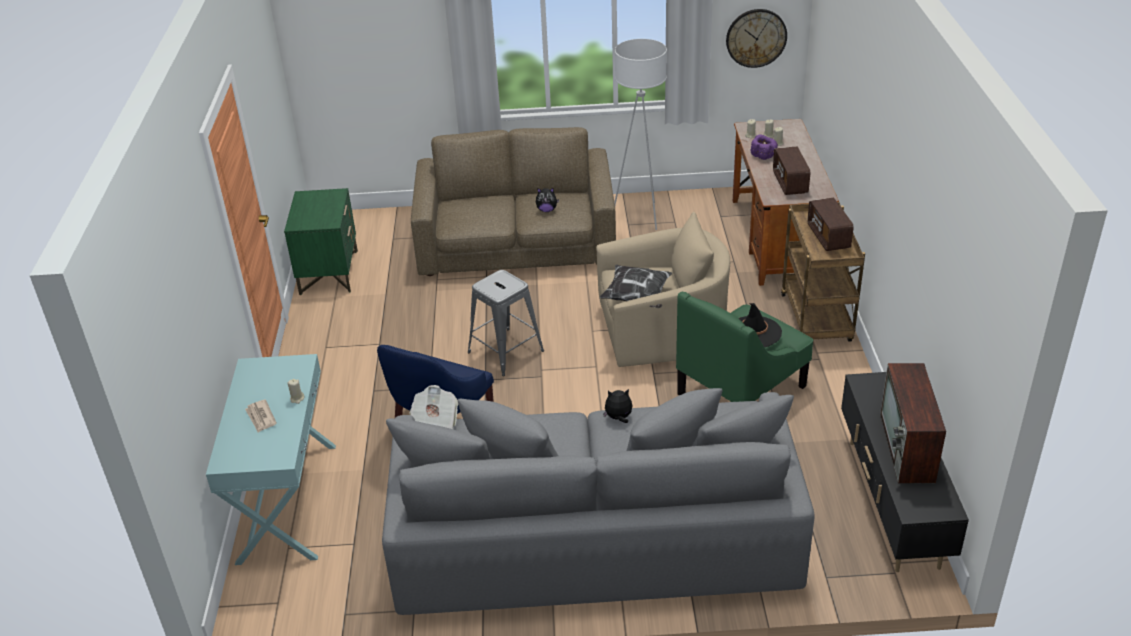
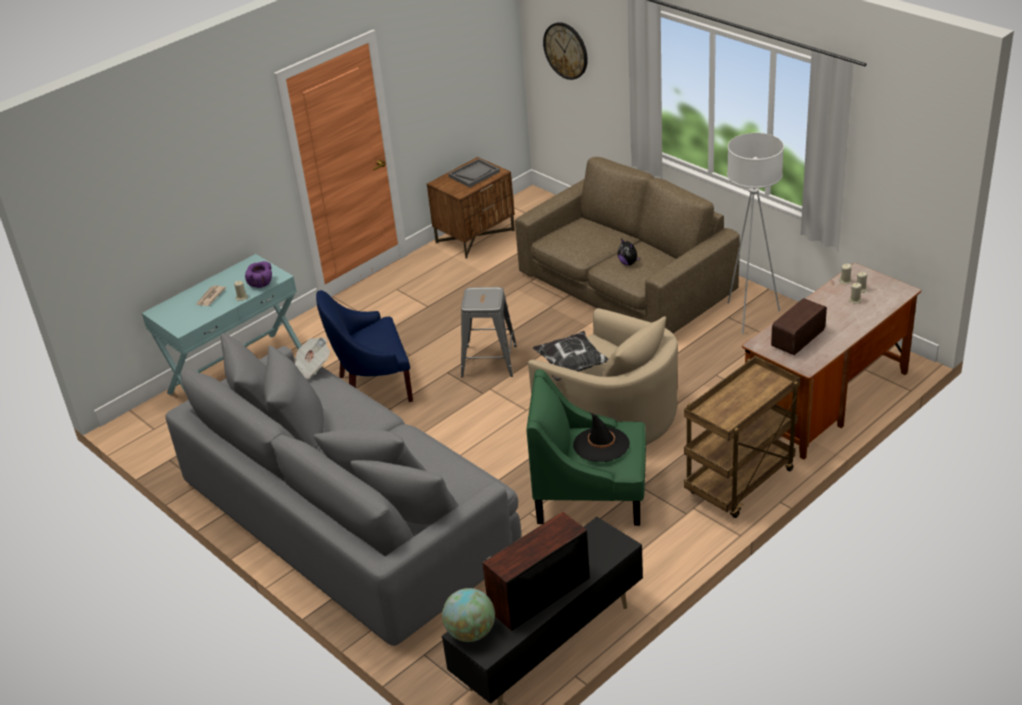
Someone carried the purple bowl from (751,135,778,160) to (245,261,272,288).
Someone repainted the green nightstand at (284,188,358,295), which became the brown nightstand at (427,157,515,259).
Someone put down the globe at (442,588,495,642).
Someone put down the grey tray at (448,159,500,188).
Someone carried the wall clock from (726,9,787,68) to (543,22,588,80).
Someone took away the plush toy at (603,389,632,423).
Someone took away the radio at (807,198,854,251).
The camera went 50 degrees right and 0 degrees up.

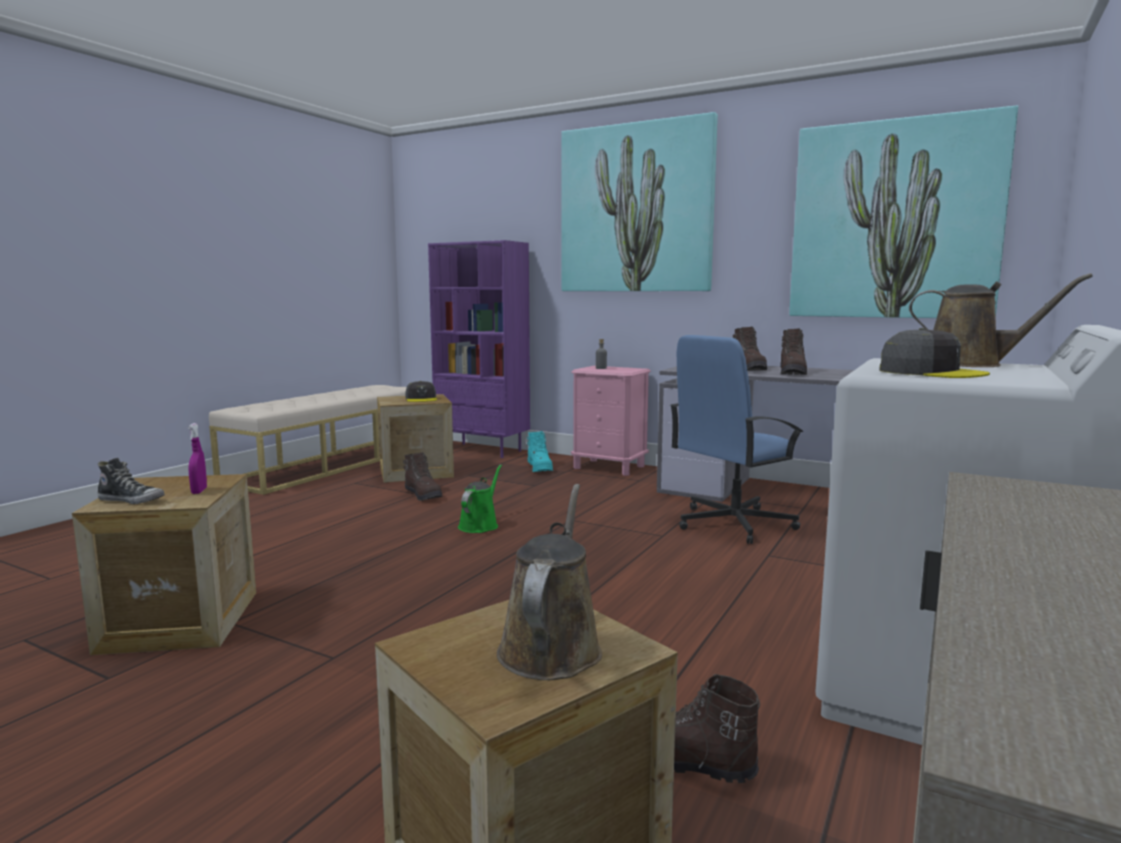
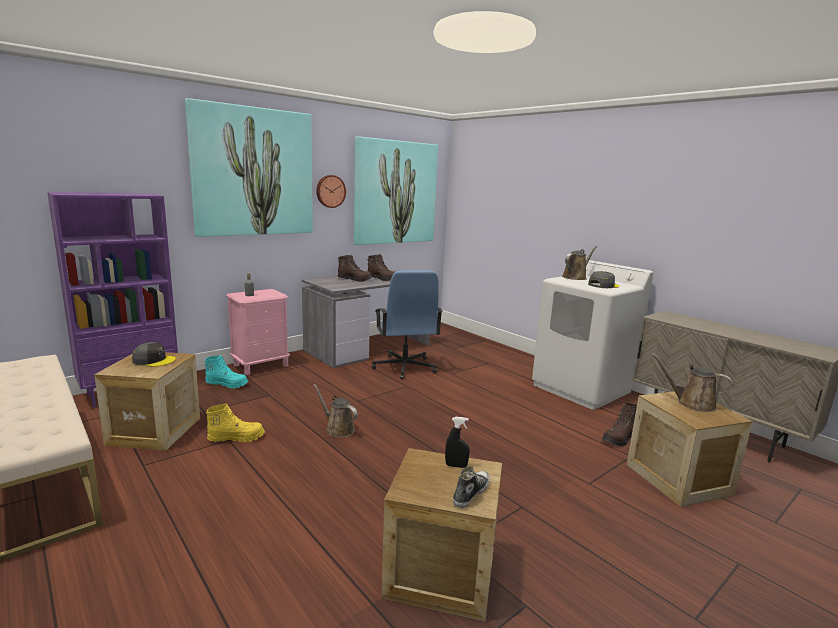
Someone repainted the brown boot at (403,452,443,501), which became the yellow boot at (206,403,265,442).
Someone repainted the green watering can at (458,464,502,533), which became the brown watering can at (313,384,358,438).
Someone put up the wall clock at (316,175,346,208).
Someone repainted the purple spray bottle at (188,423,207,494), which became the black spray bottle at (445,417,469,468).
The camera went 70 degrees left and 5 degrees up.

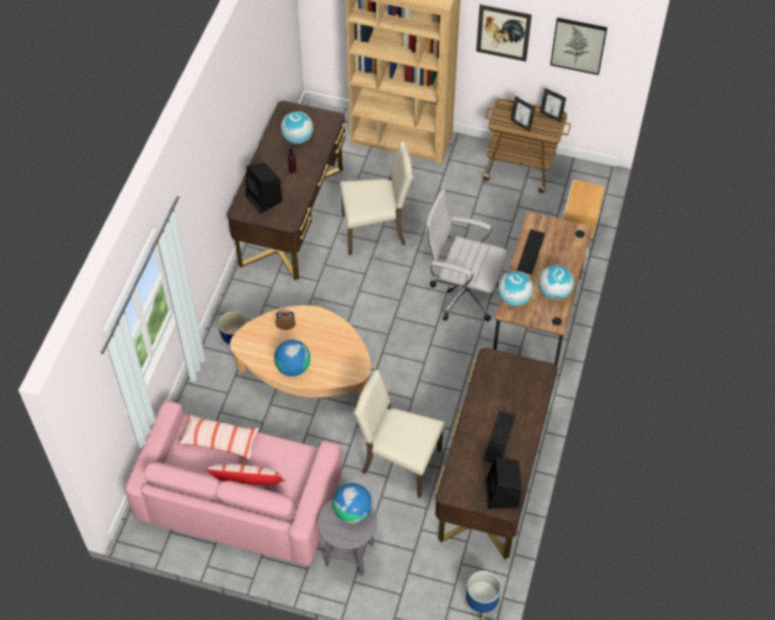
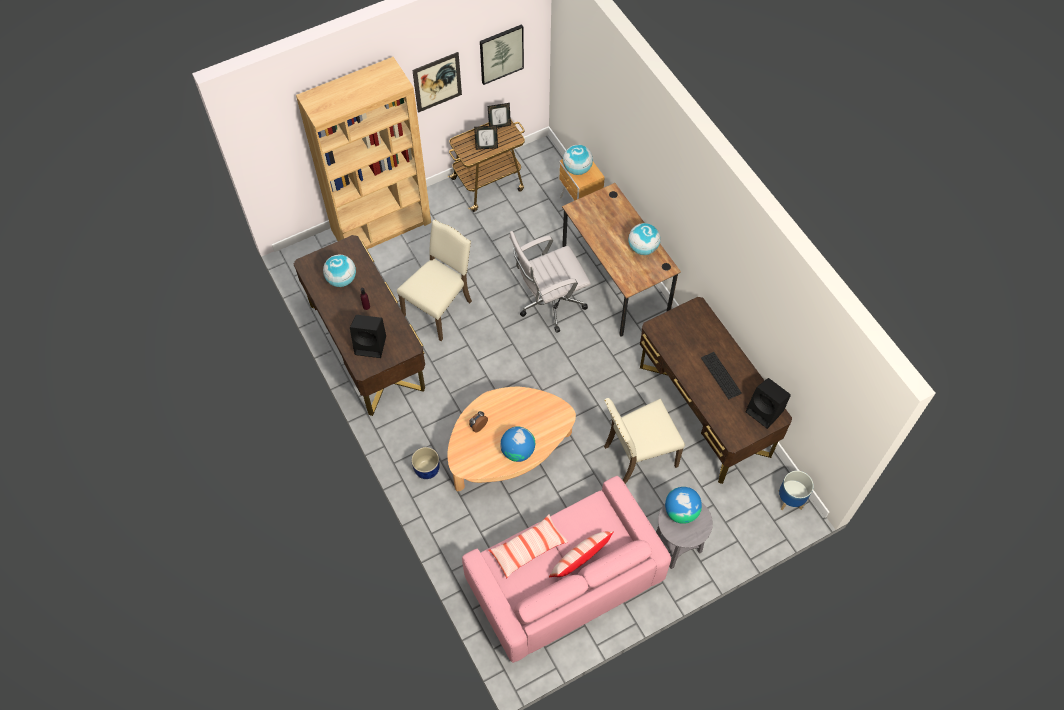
Someone carried the globe from (498,271,534,306) to (563,145,593,175).
Someone took away the keyboard at (517,229,545,275).
The camera went 45 degrees left and 5 degrees up.

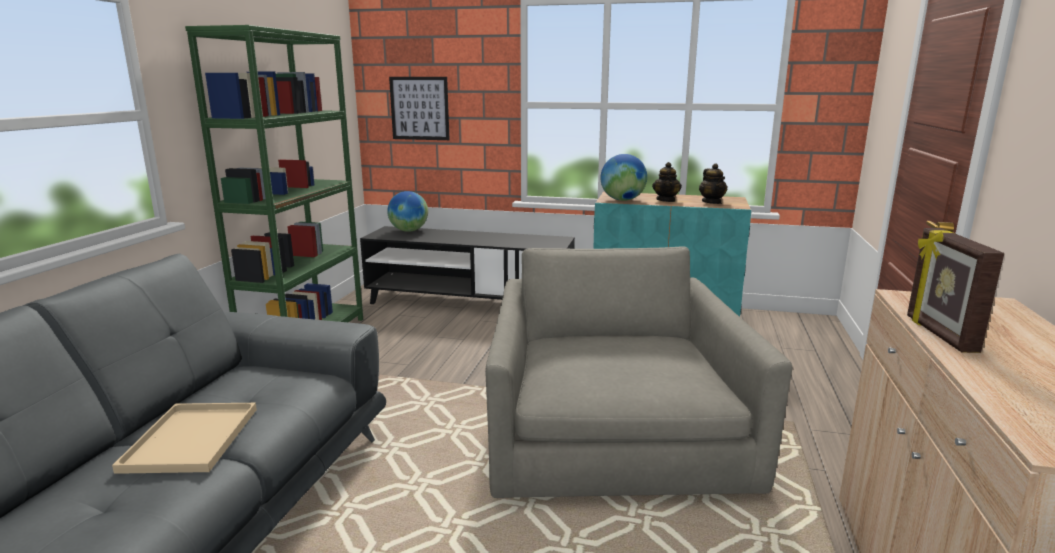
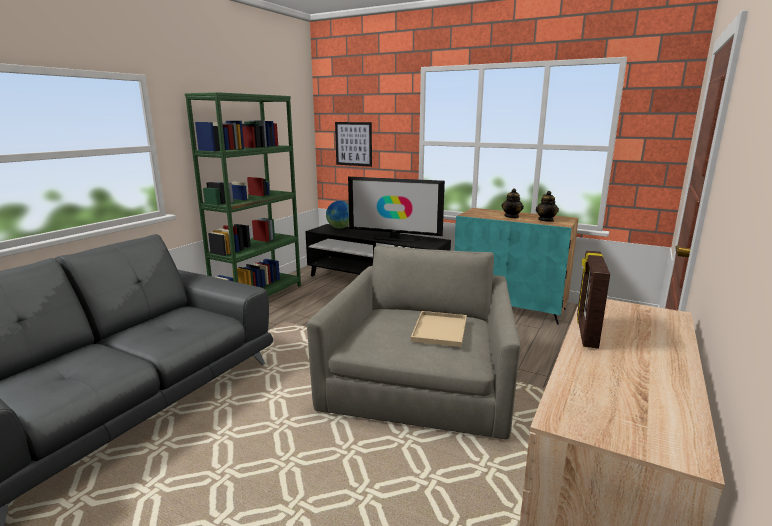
Someone put down the television at (348,177,445,242).
Someone carried the beige tray from (112,403,257,474) to (411,311,467,347).
Someone took away the globe at (600,154,647,201).
The camera went 15 degrees right and 0 degrees up.

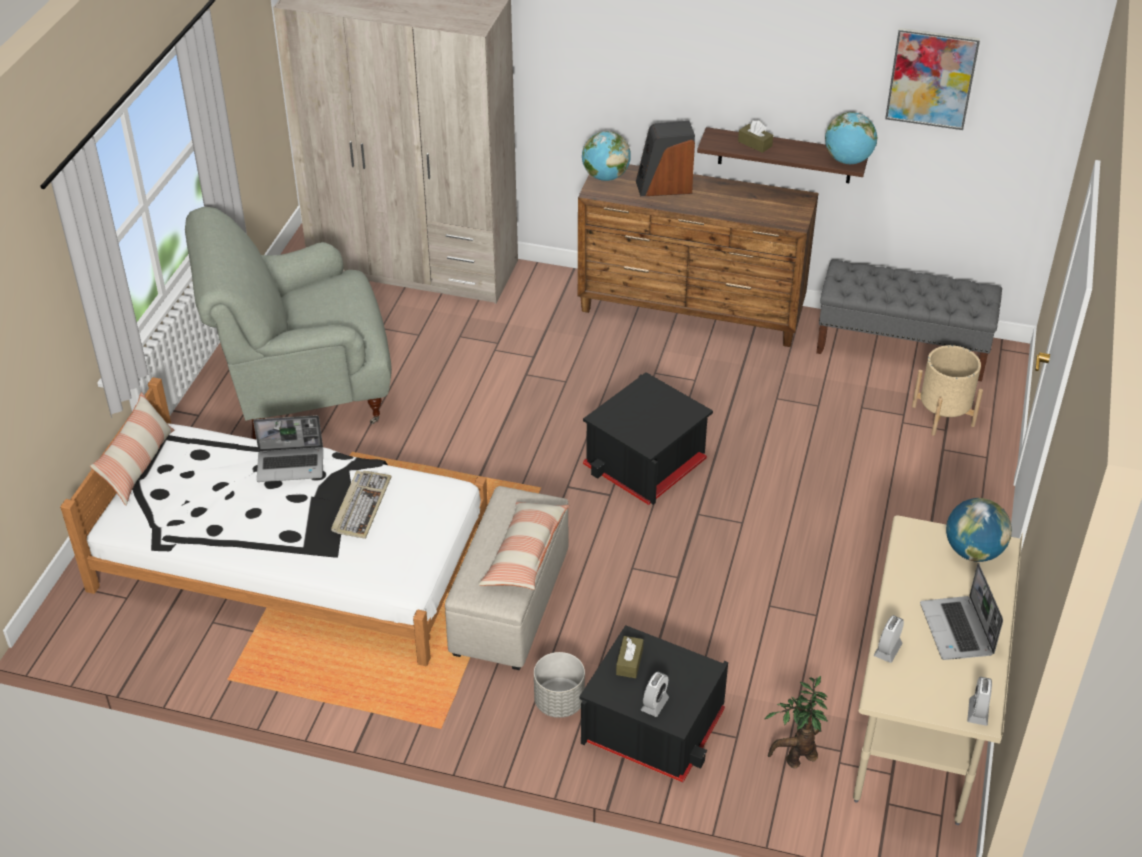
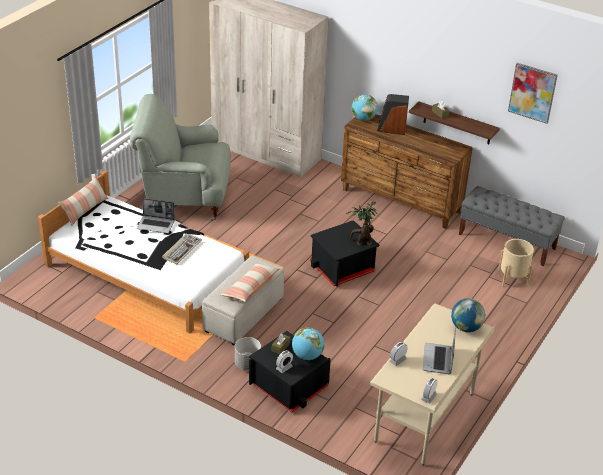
Someone carried the globe from (825,112,877,164) to (292,328,324,360).
Someone carried the potted plant from (764,676,828,768) to (346,201,377,245).
The camera went 15 degrees right and 5 degrees down.

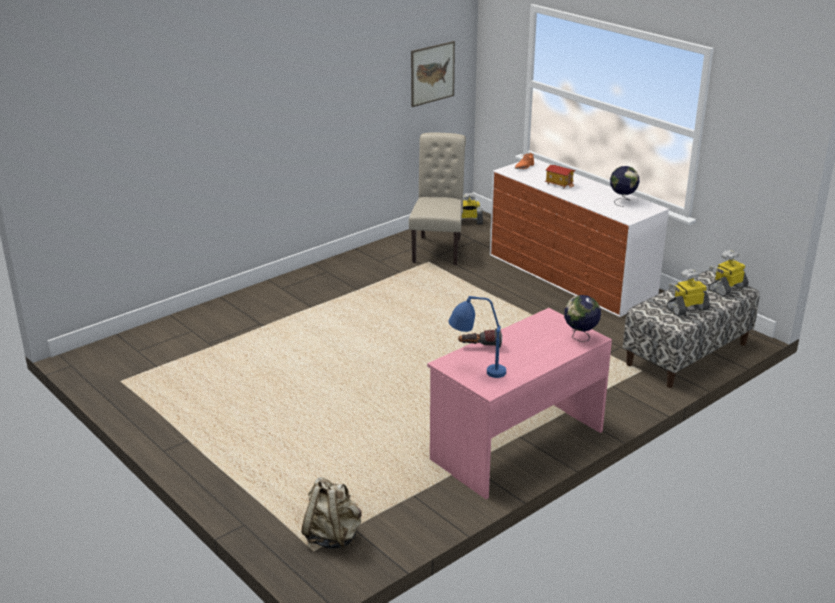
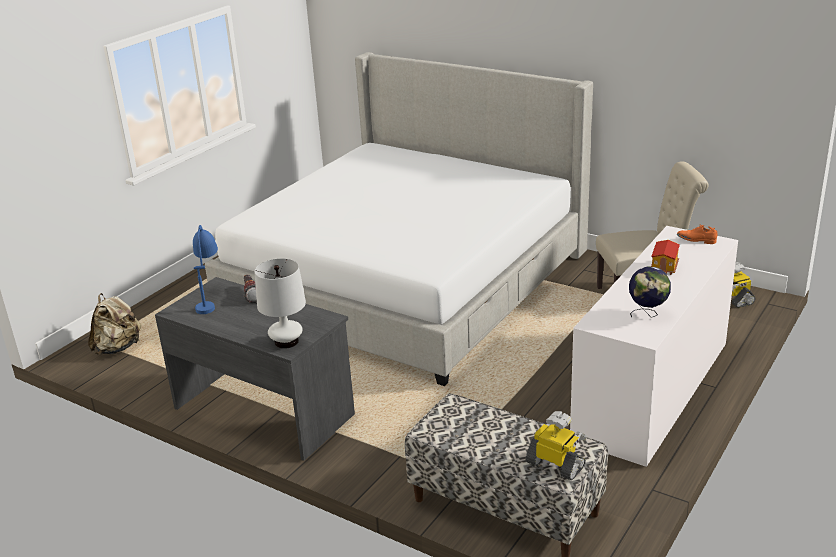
Someone repainted the pink desk at (427,308,612,499), which became the grey desk at (155,277,355,461).
Someone put down the bed at (205,52,593,386).
Someone swapped the globe at (564,295,601,342) for the white table lamp at (254,258,306,349).
Someone took away the picture at (411,41,455,107).
Someone took away the toy robot at (667,269,710,316).
The camera went 75 degrees right and 0 degrees up.

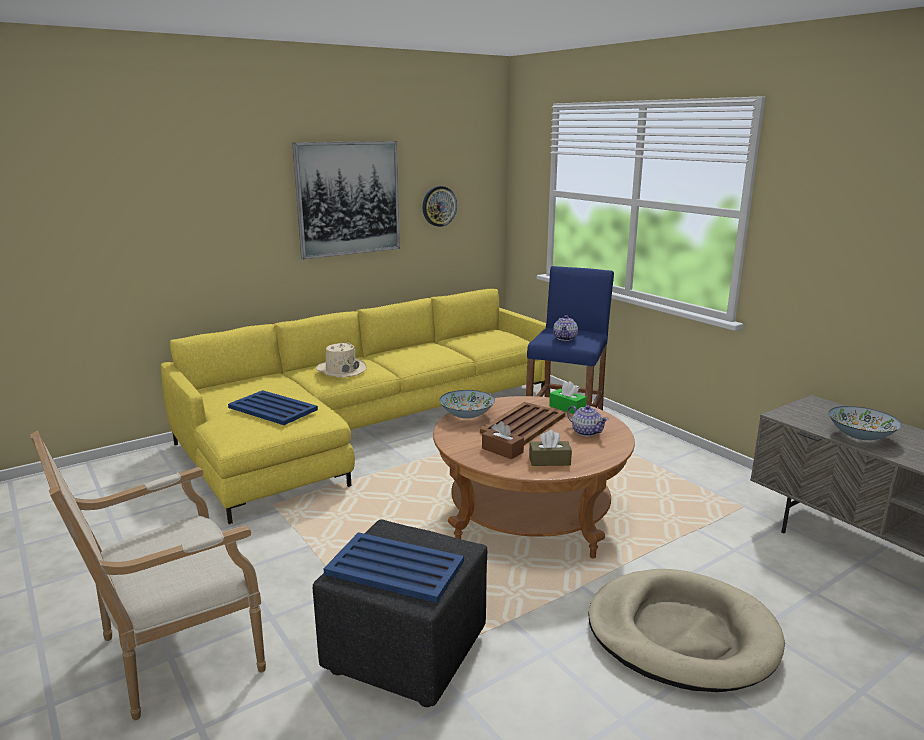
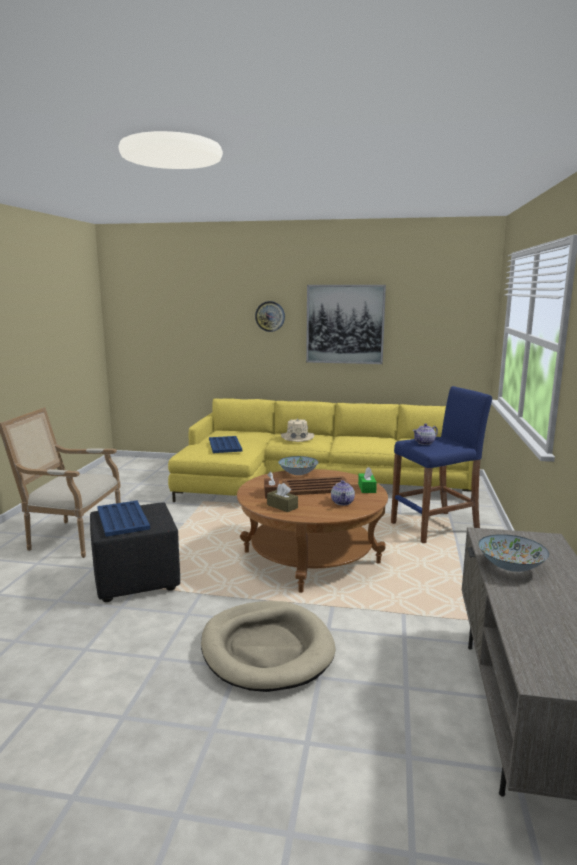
Someone carried the wall clock from (422,186,457,227) to (255,301,285,332).
The camera went 45 degrees right and 5 degrees down.

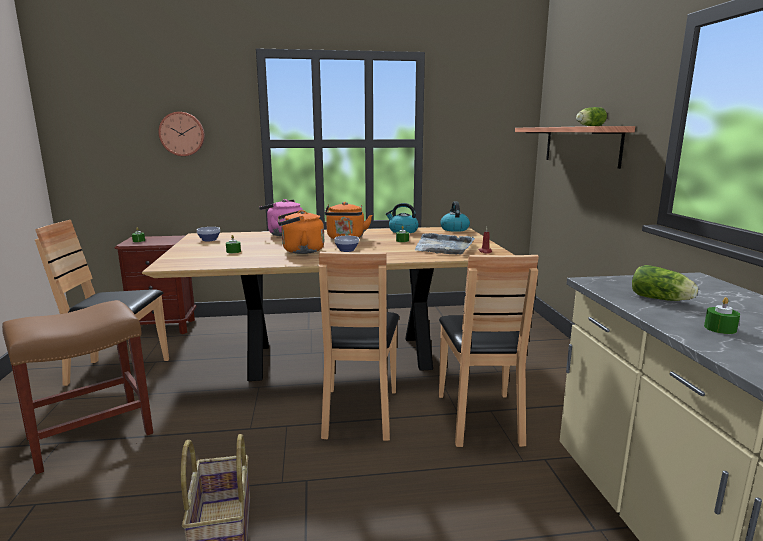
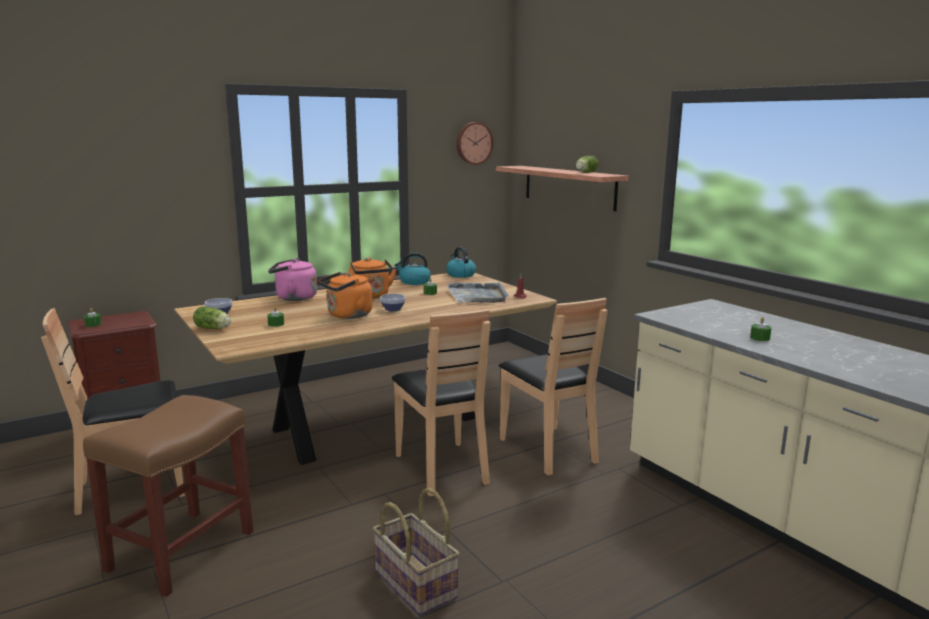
Someone carried the lettuce from (632,265,698,301) to (193,306,231,329).
Someone carried the wall clock from (158,112,205,156) to (456,122,494,165).
The camera went 25 degrees left and 0 degrees up.

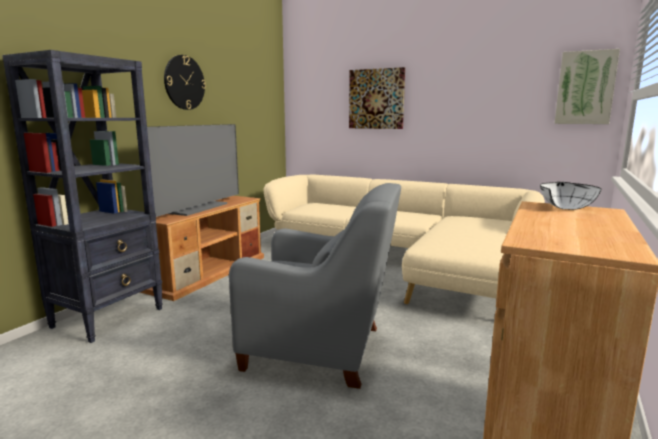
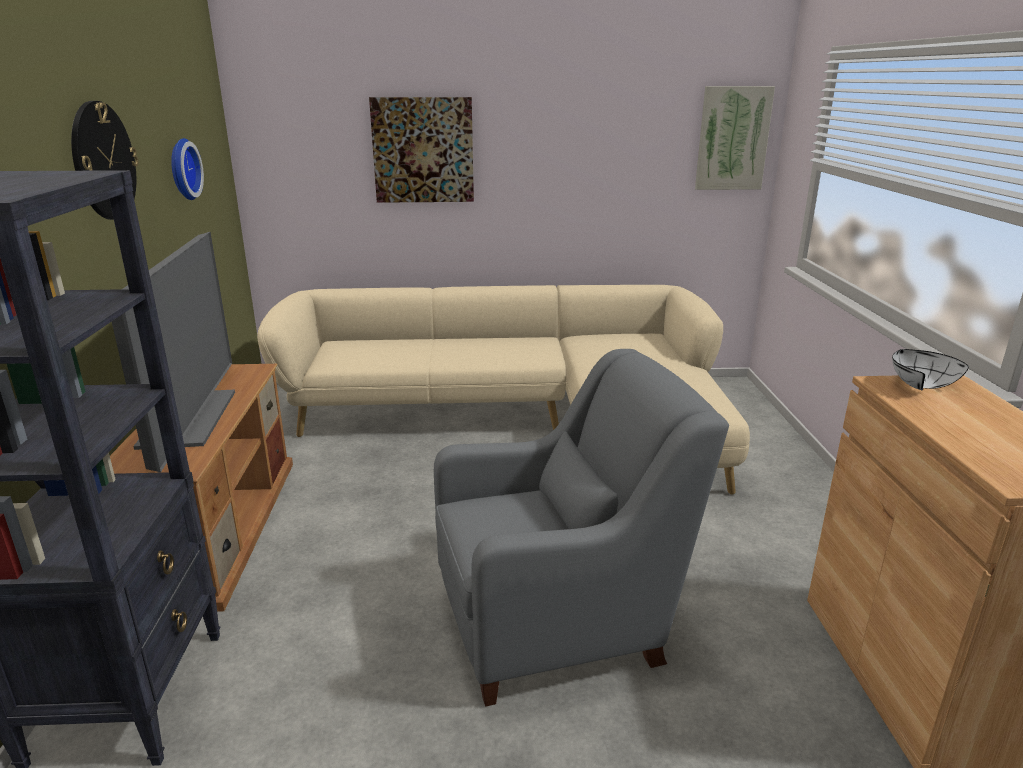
Someone put up the wall clock at (171,138,204,200).
The camera went 30 degrees left and 10 degrees up.

